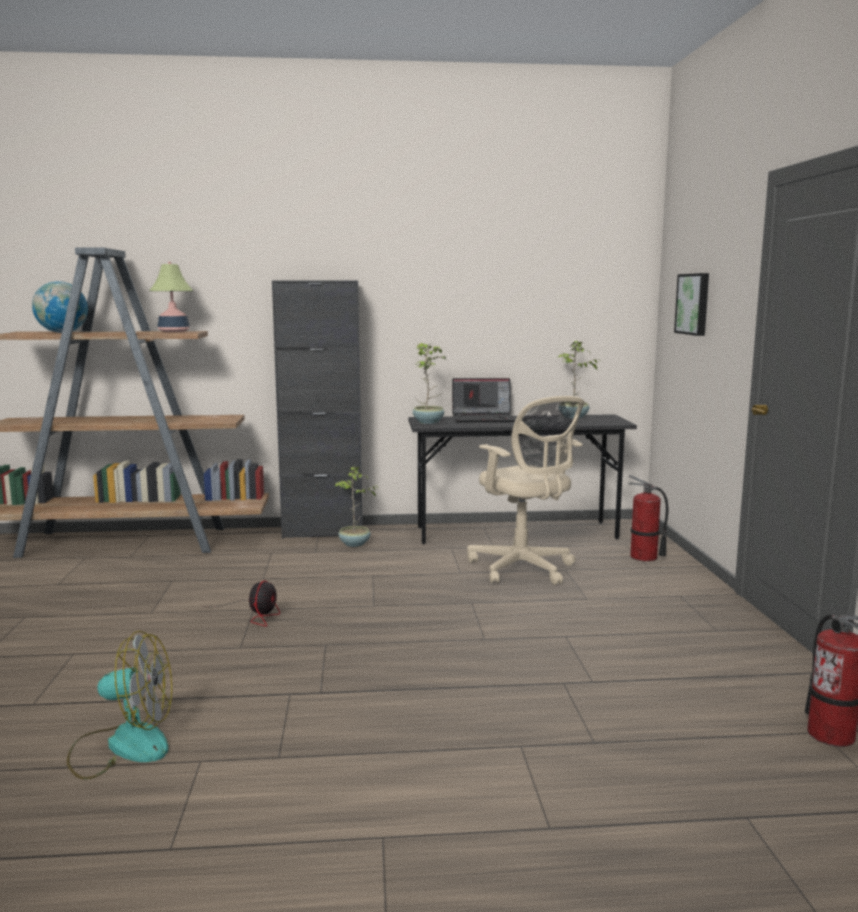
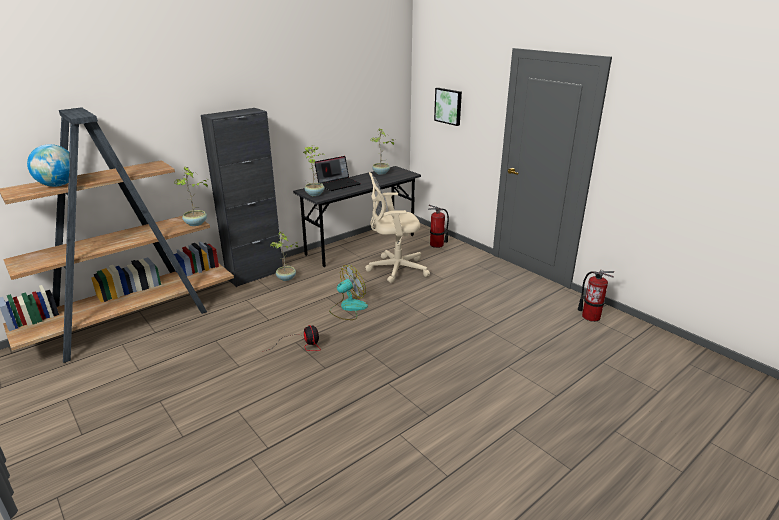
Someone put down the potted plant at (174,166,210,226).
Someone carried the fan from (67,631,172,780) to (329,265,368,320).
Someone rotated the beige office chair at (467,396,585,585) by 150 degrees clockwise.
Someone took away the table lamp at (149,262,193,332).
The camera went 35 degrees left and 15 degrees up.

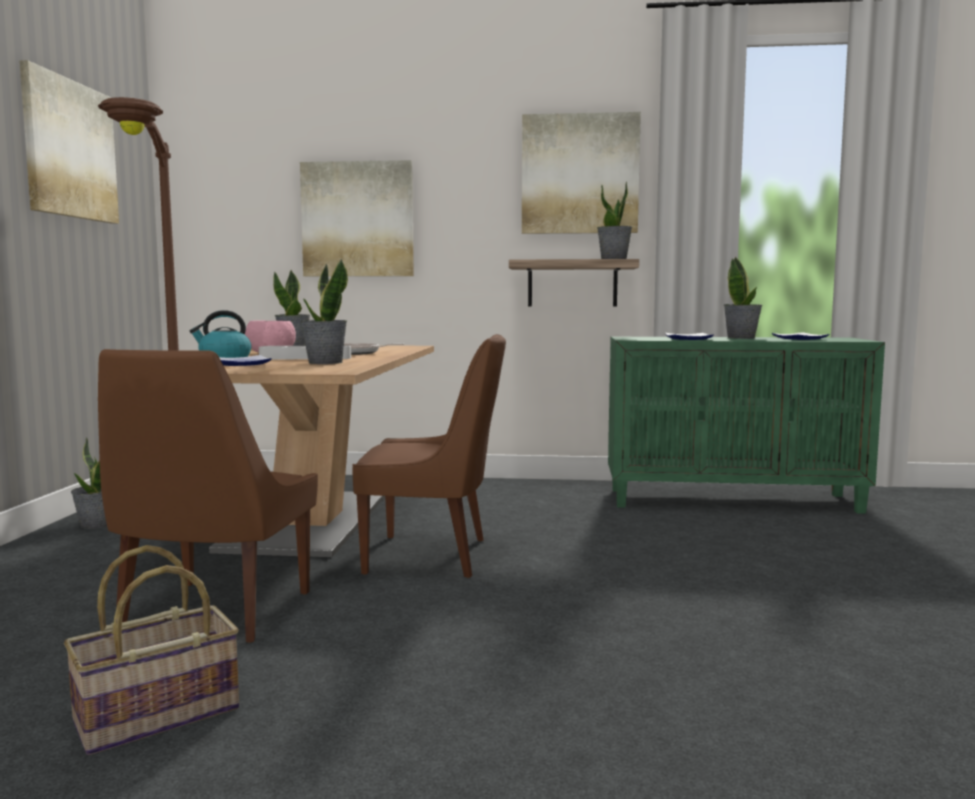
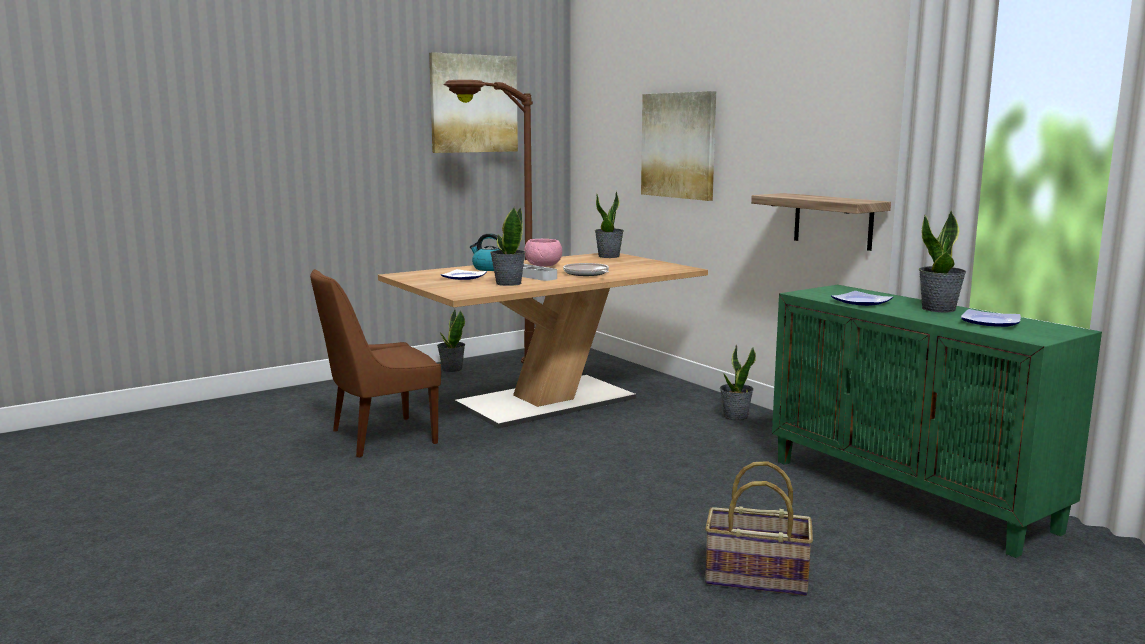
Someone carried the basket from (64,545,239,755) to (705,461,813,596).
Someone carried the potted plant from (597,181,632,259) to (720,345,756,421).
Someone took away the brown chair at (352,334,506,578).
Someone took away the picture at (522,112,641,234).
The camera went 50 degrees right and 5 degrees up.

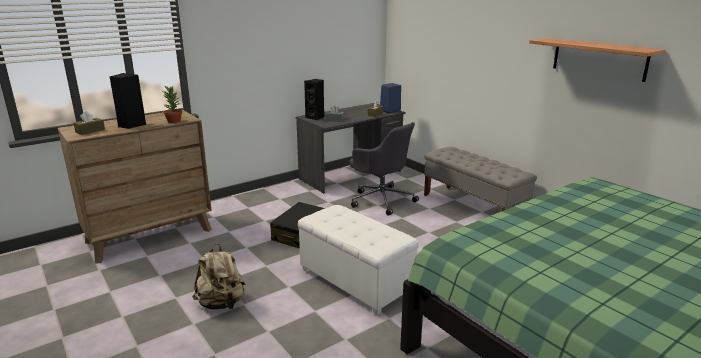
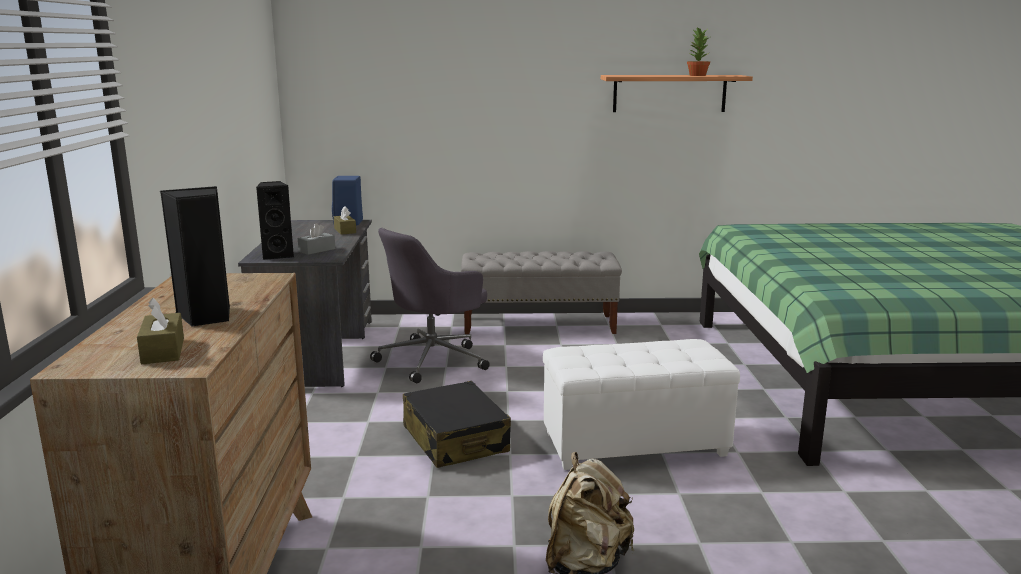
Someone rotated the grey office chair at (350,122,419,216) by 150 degrees clockwise.
Someone carried the potted plant from (163,86,182,123) to (687,27,710,76).
The camera went 55 degrees left and 5 degrees down.

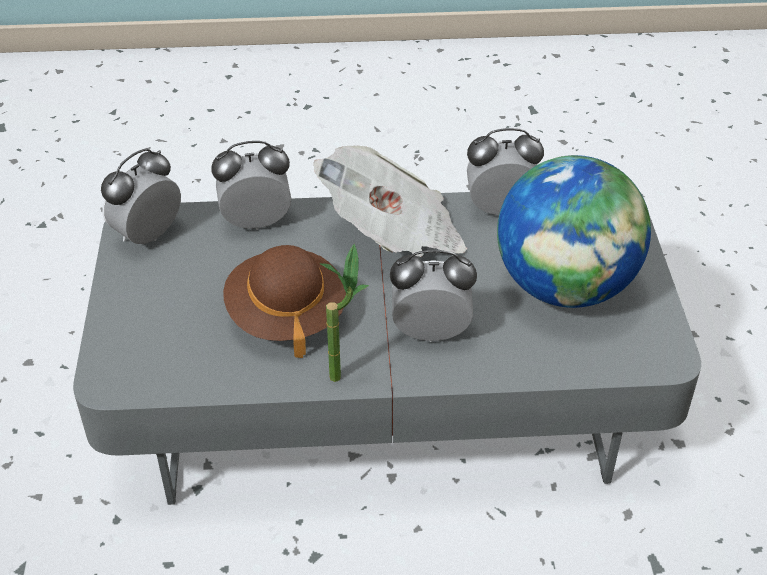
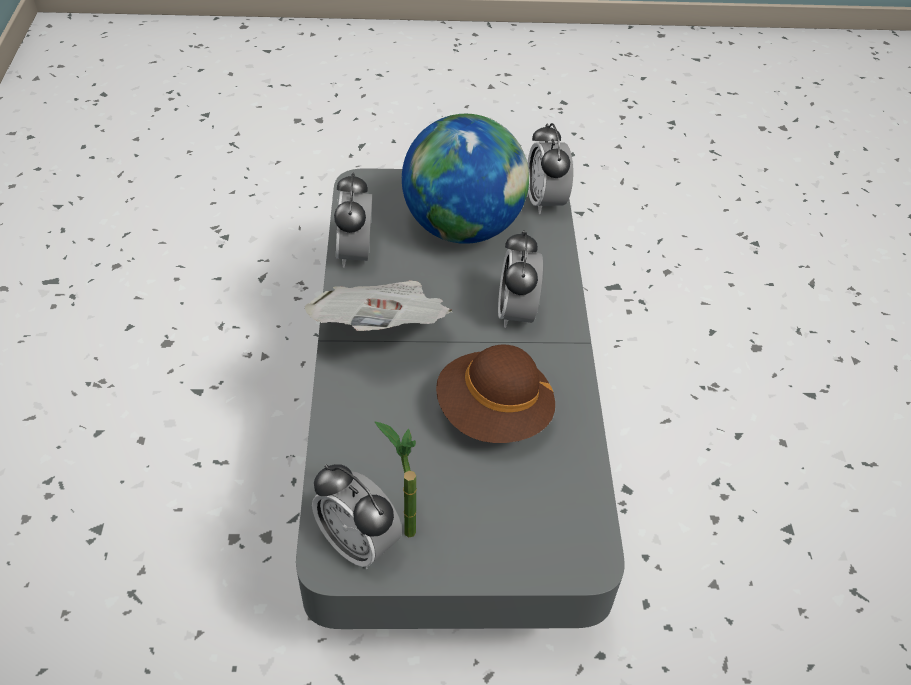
Someone carried the potted plant from (320,244,369,382) to (375,422,417,538).
Someone carried the alarm clock from (211,141,291,230) to (527,123,573,214).
The camera went 90 degrees left and 5 degrees up.

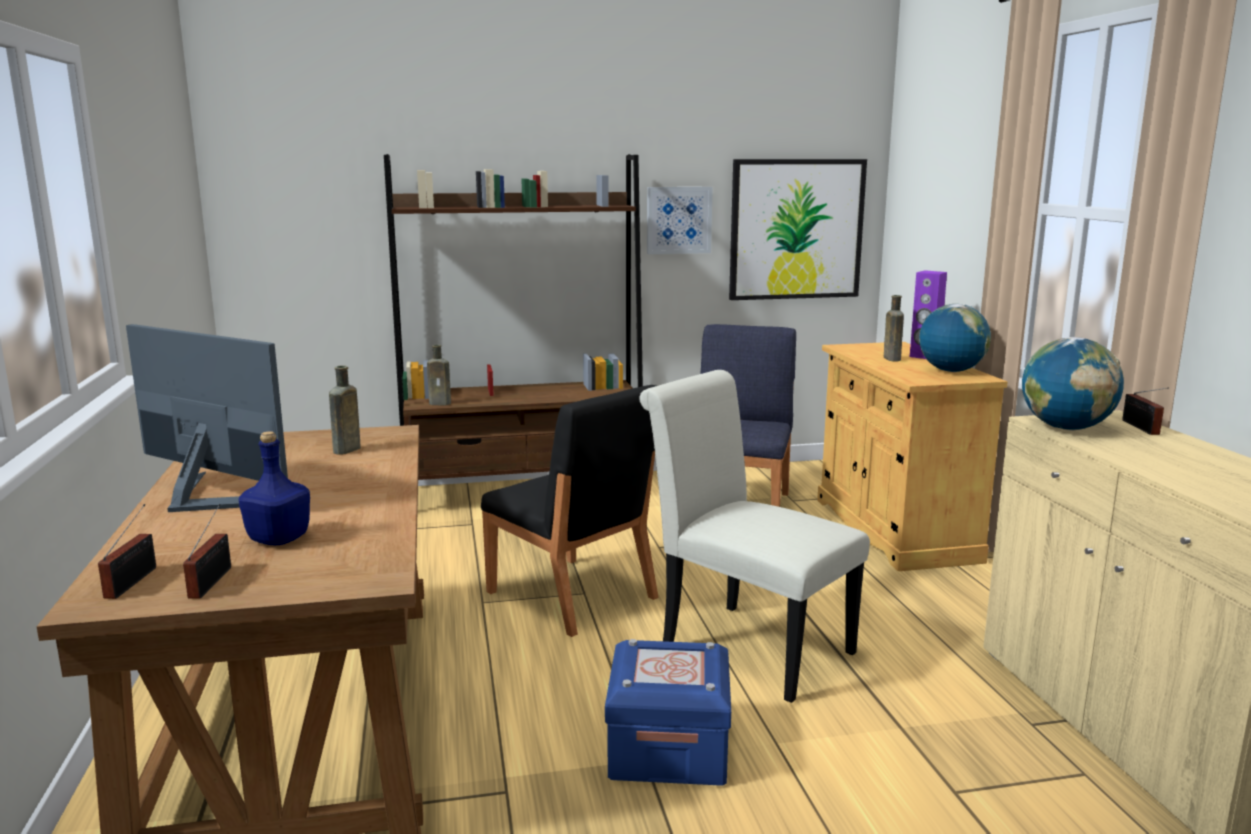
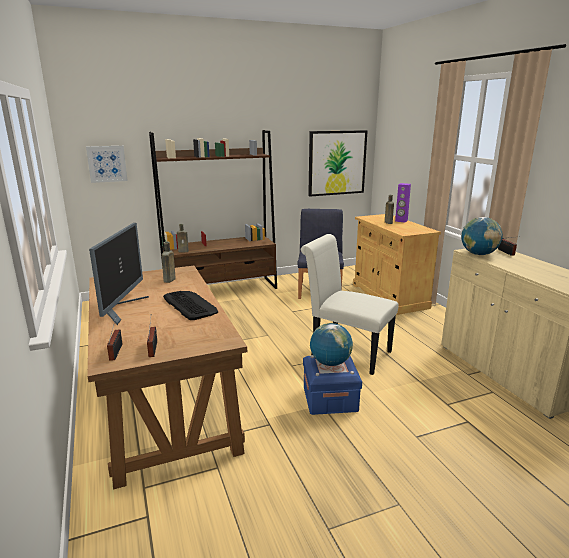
Someone carried the picture from (647,187,713,254) to (86,146,128,183).
Someone rotated the monitor at (126,324,288,512) by 75 degrees clockwise.
Someone put down the keyboard at (163,291,218,320).
Someone carried the globe from (919,304,991,372) to (310,323,353,366).
Someone took away the blue bottle at (239,431,310,545).
Someone took away the black chair at (481,385,658,637).
The camera went 10 degrees left and 5 degrees up.

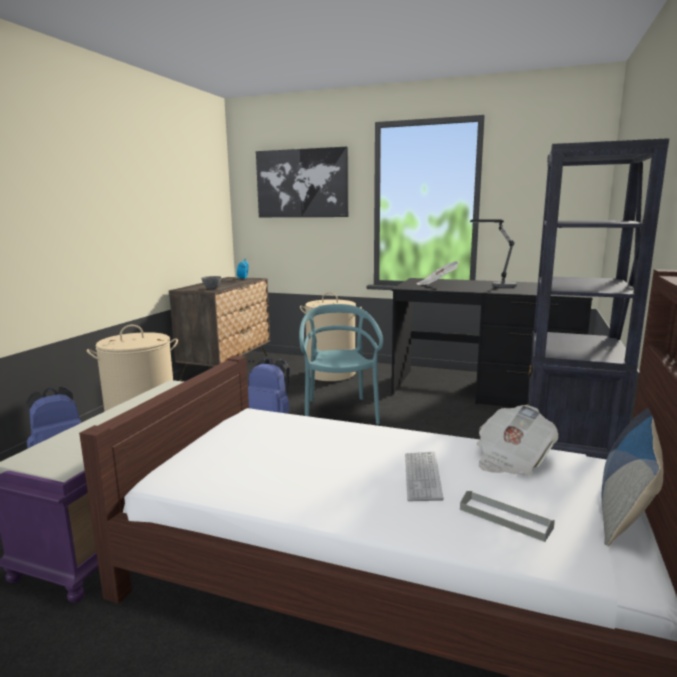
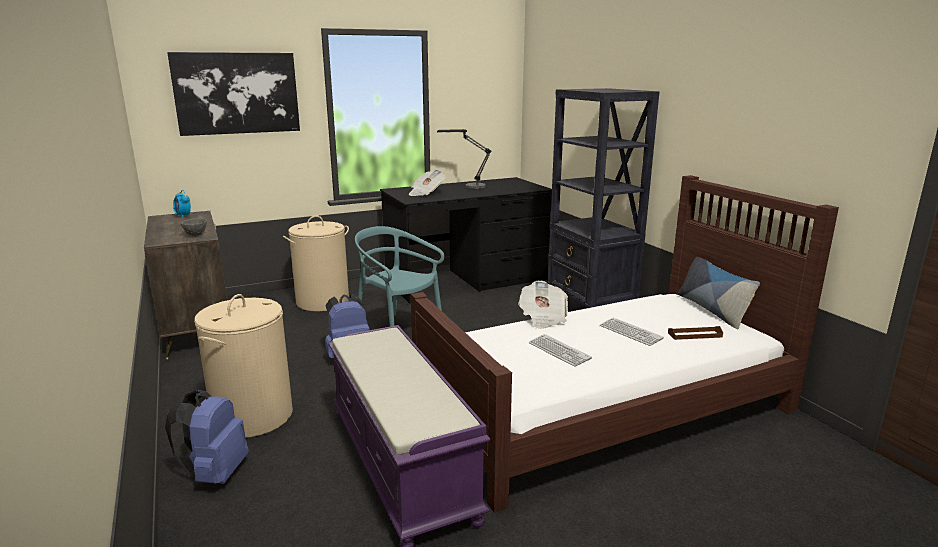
Someone carried the newspaper from (477,405,558,475) to (518,281,568,329).
Someone put down the keyboard at (529,334,592,367).
Someone repainted the grey tray at (460,491,555,542), which became the brown tray at (668,326,723,340).
The camera went 45 degrees left and 5 degrees up.

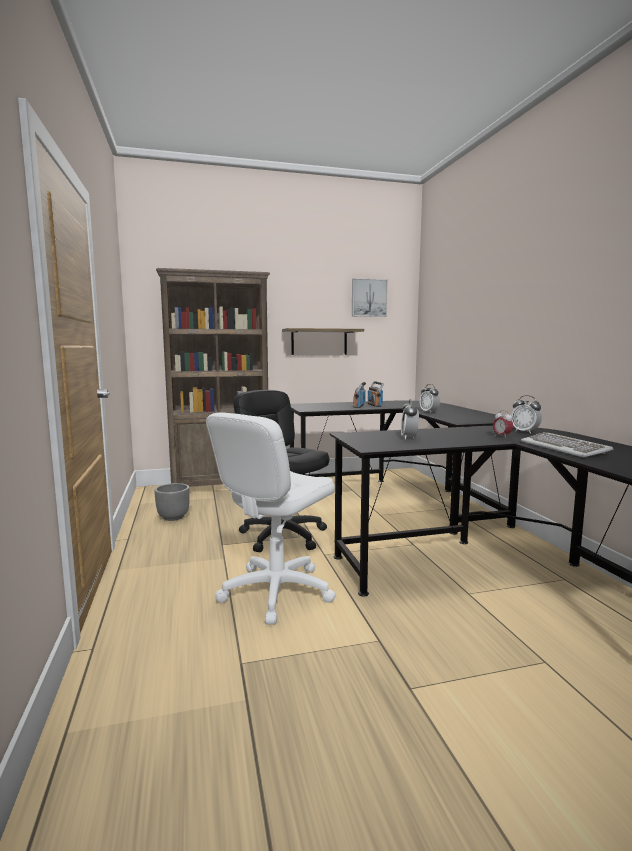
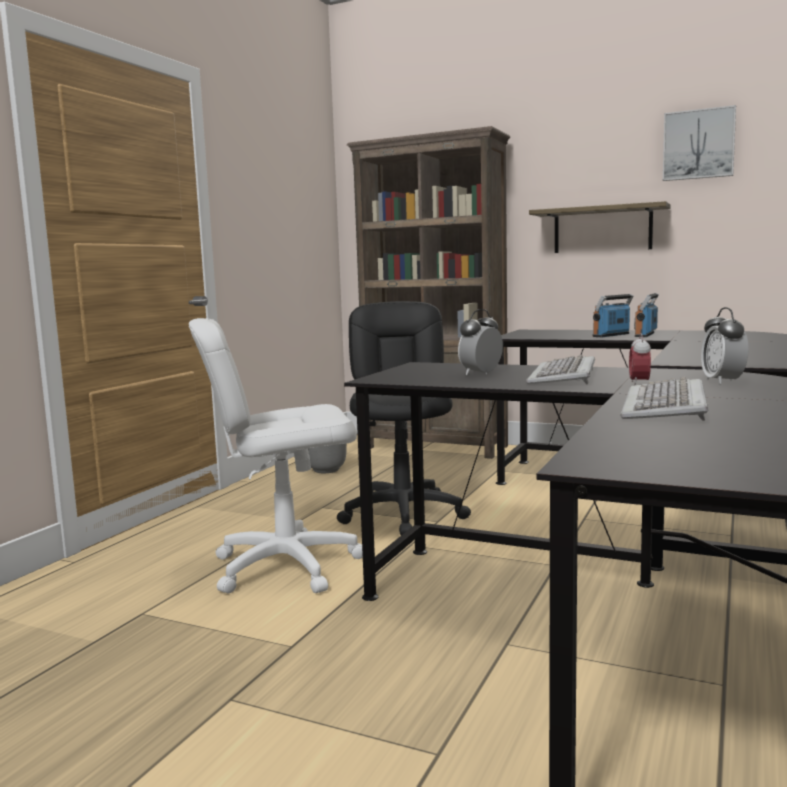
Someone put down the keyboard at (526,355,595,384).
Someone took away the alarm clock at (420,384,440,413).
The camera went 40 degrees right and 0 degrees up.

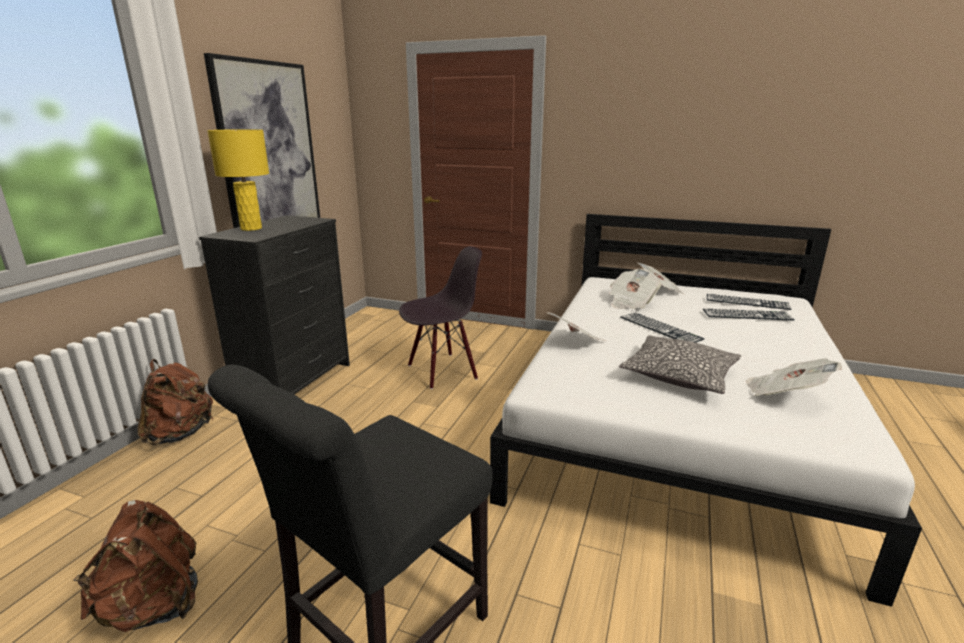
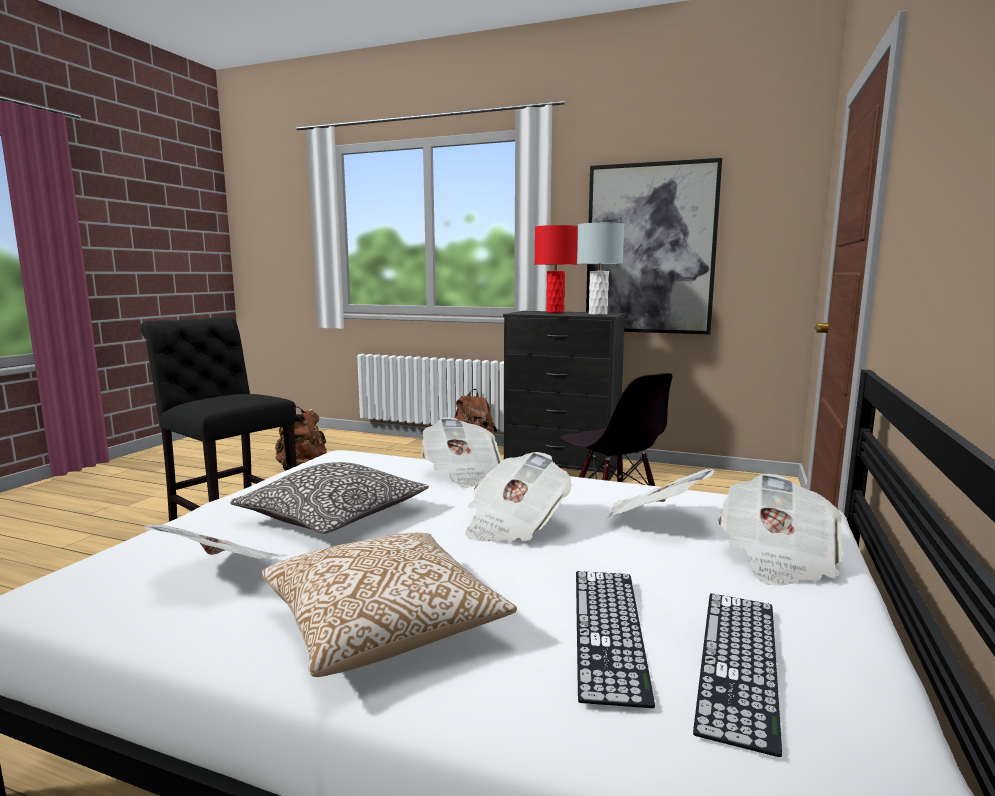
Someone put down the pillow at (261,532,517,677).
Someone swapped the keyboard at (620,312,705,343) for the newspaper at (465,452,572,542).
Someone repainted the yellow table lamp at (207,129,269,231), which became the red table lamp at (535,225,578,313).
Someone put down the grey table lamp at (577,223,624,315).
The camera went 90 degrees right and 10 degrees down.

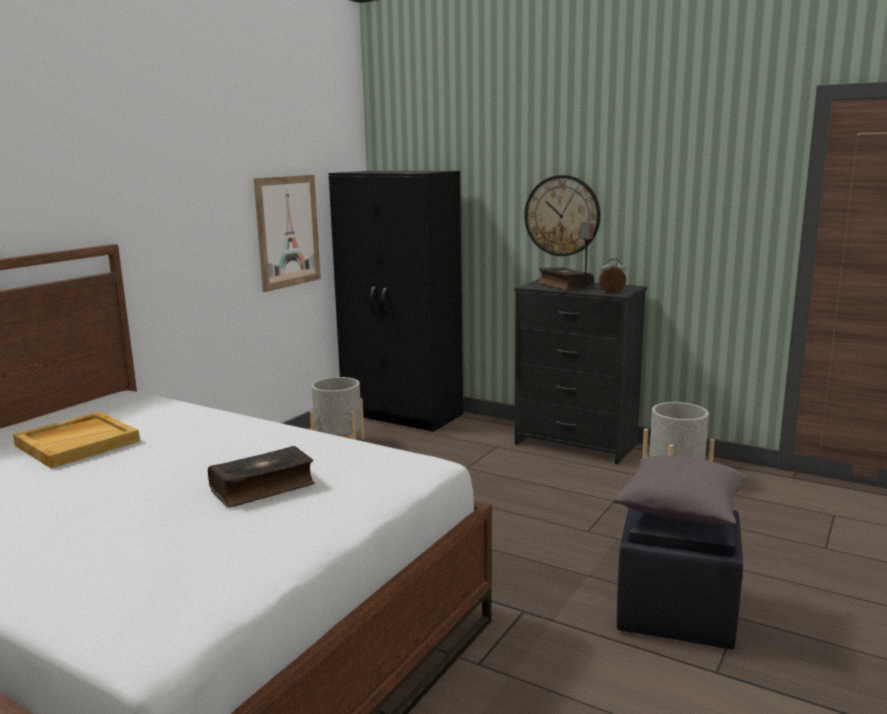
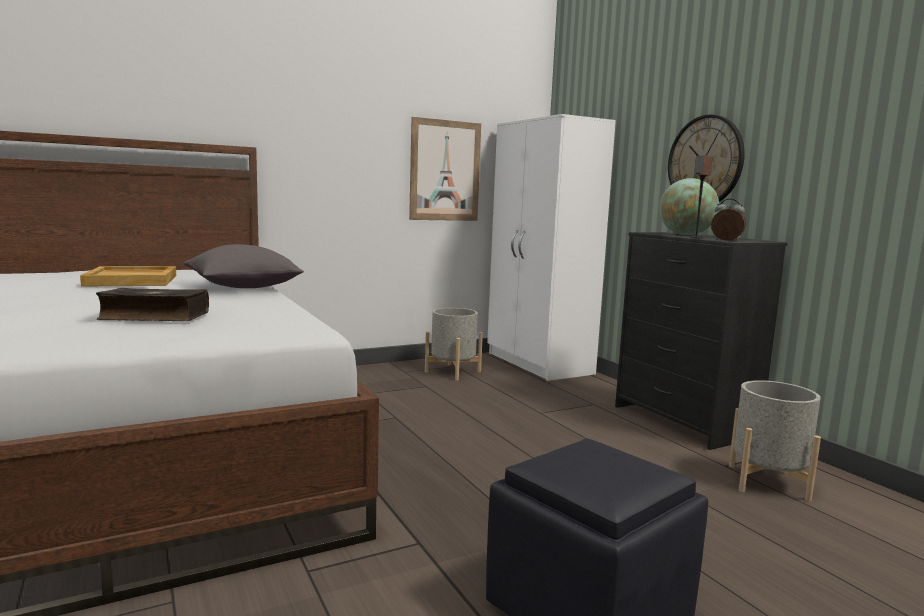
Someone carried the grey pillow from (613,455,748,524) to (184,244,304,288).
Someone repainted the black wardrobe at (329,171,463,432), which became the white wardrobe at (487,114,616,381).
Someone swapped the book at (538,267,594,290) for the globe at (659,178,719,235).
The camera went 30 degrees right and 5 degrees down.

